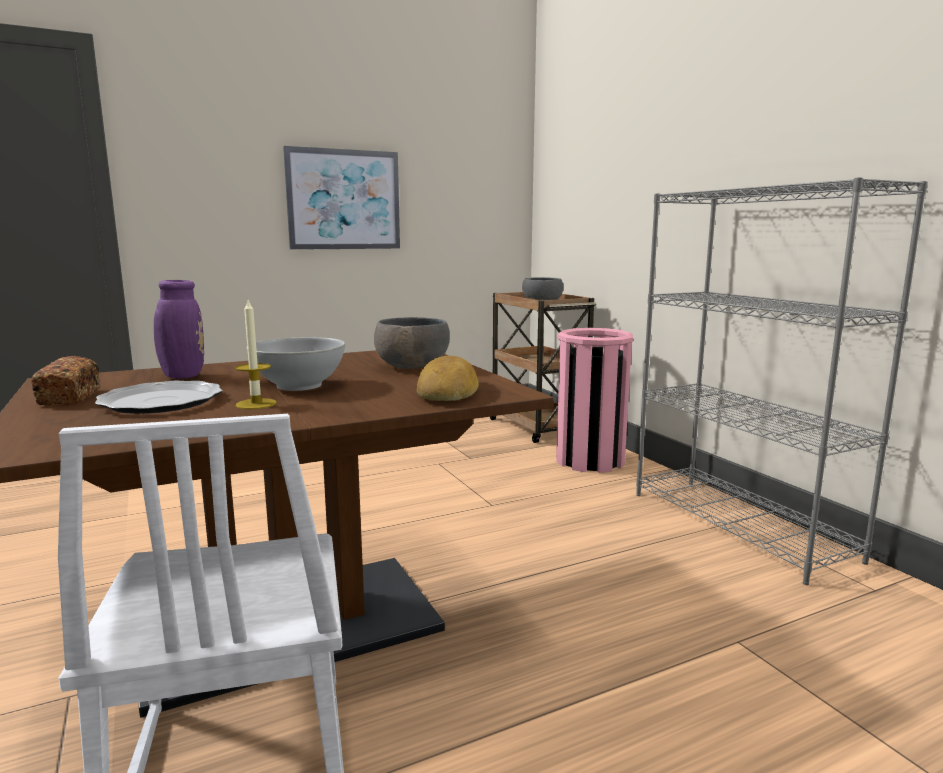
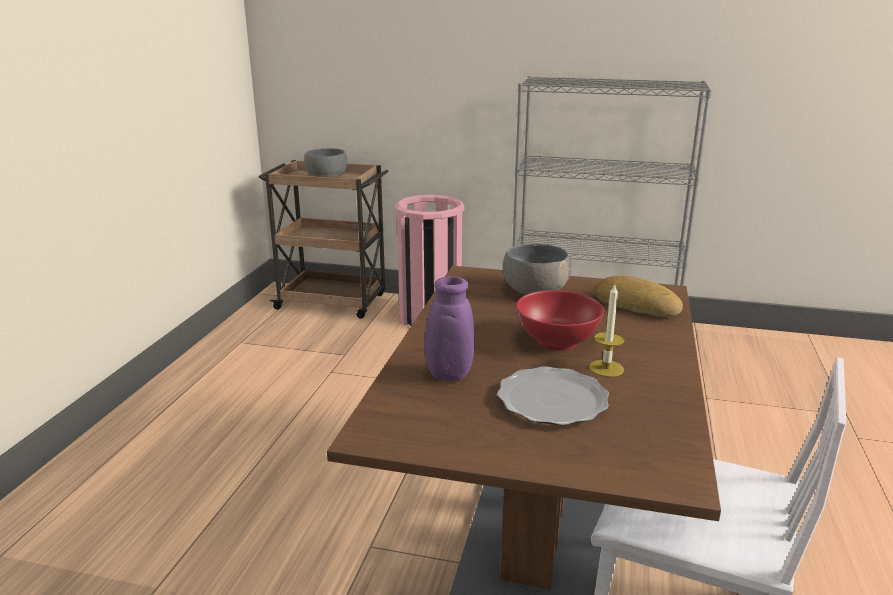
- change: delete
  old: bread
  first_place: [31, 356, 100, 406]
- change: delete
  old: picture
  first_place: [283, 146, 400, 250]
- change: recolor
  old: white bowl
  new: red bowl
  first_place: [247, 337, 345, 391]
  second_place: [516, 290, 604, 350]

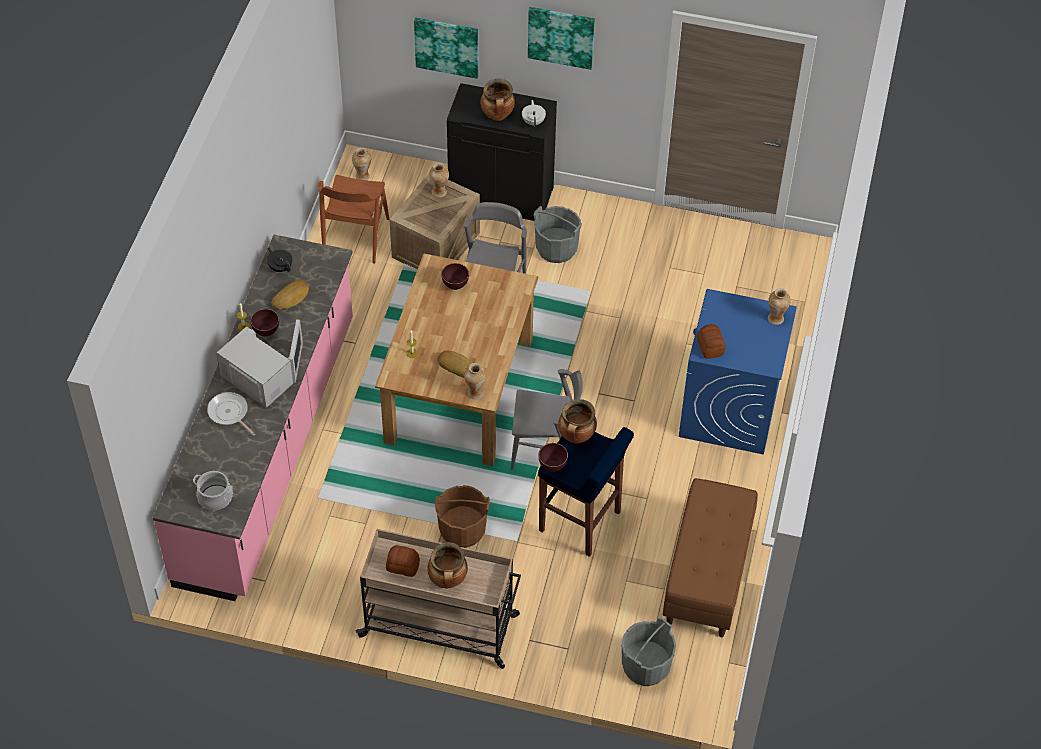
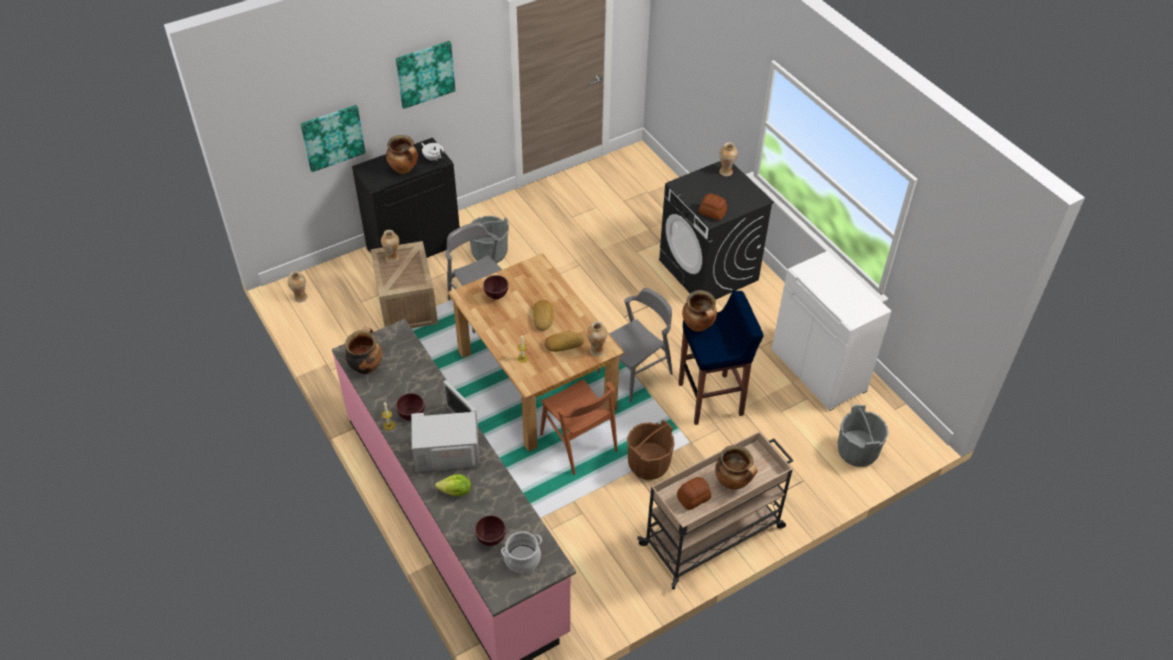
- change: move
  old: bread
  first_place: [272, 280, 309, 310]
  second_place: [533, 300, 554, 331]
- change: move
  old: brown chair
  first_place: [318, 175, 389, 264]
  second_place: [540, 379, 618, 475]
- change: move
  old: brown bowl
  first_place: [539, 443, 568, 472]
  second_place: [475, 515, 506, 546]
- change: replace
  old: frying pan
  new: lettuce
  first_place: [207, 392, 255, 436]
  second_place: [435, 474, 471, 496]
- change: replace
  old: black teapot
  new: cooking pot
  first_place: [267, 248, 292, 272]
  second_place: [345, 327, 382, 374]
- change: replace
  old: brown bench
  new: white cabinet
  first_place: [663, 478, 758, 637]
  second_place: [772, 251, 891, 411]
- change: recolor
  old: blue washing machine
  new: black washing machine
  first_place: [679, 289, 797, 455]
  second_place: [659, 161, 774, 300]

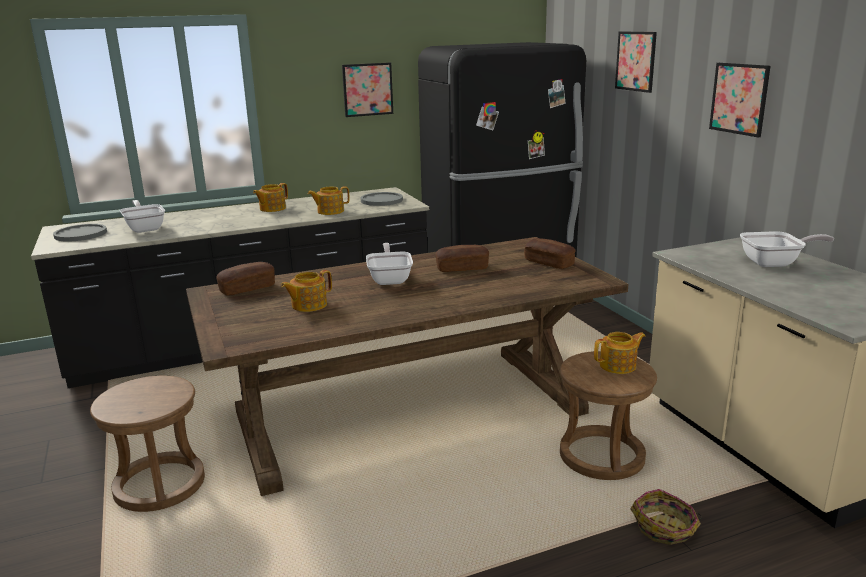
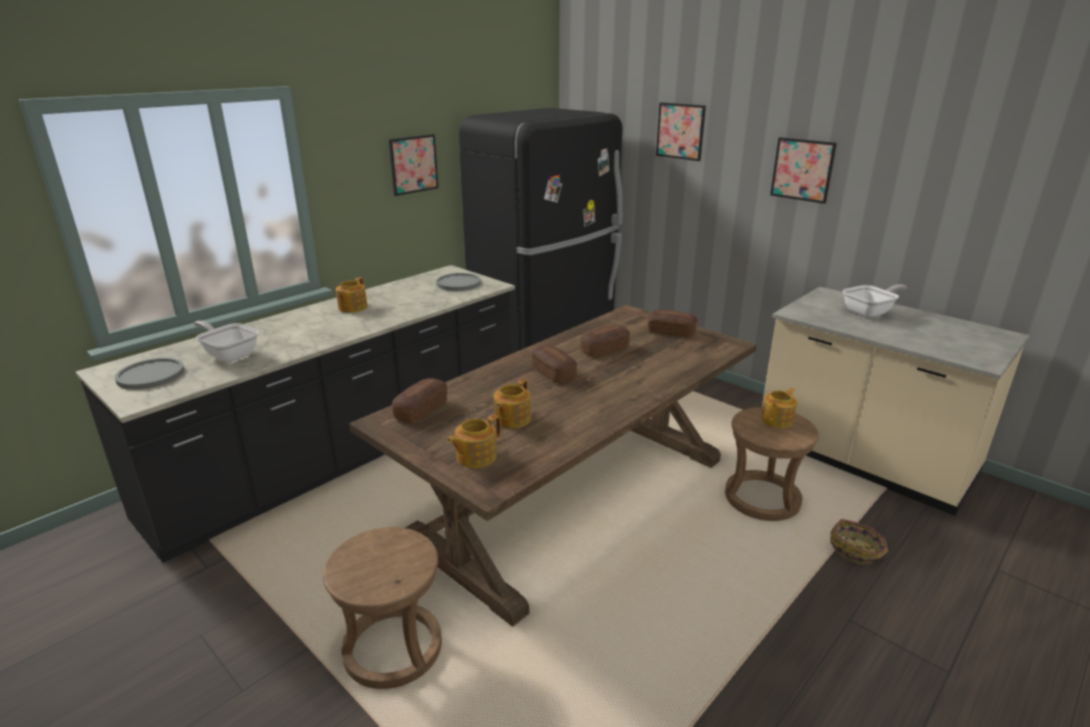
- change: move
  old: teapot
  first_place: [308, 186, 350, 215]
  second_place: [447, 415, 501, 468]
- change: replace
  old: frying pan
  new: bread
  first_place: [366, 243, 413, 285]
  second_place: [531, 345, 577, 383]

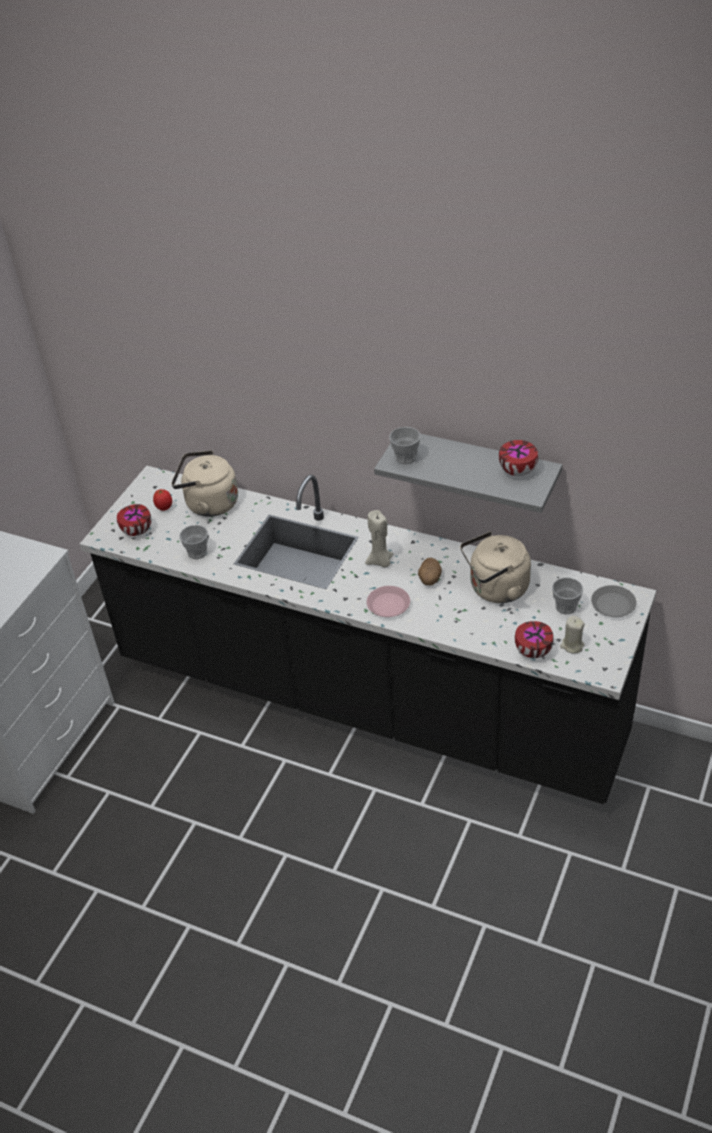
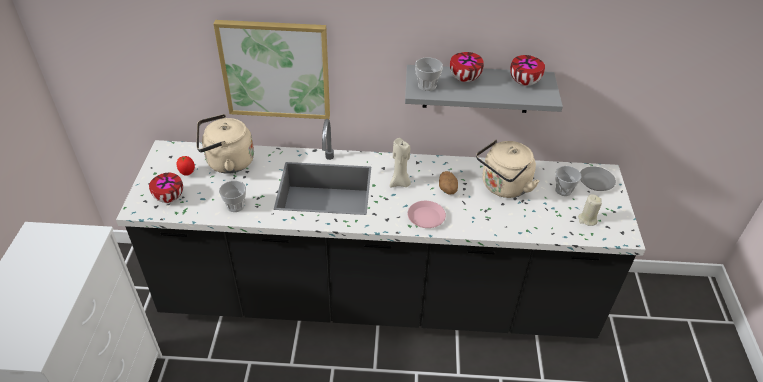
- change: insert
  new: picture
  second_place: [213, 20, 330, 119]
- change: move
  old: bowl
  first_place: [515, 621, 554, 658]
  second_place: [450, 52, 484, 82]

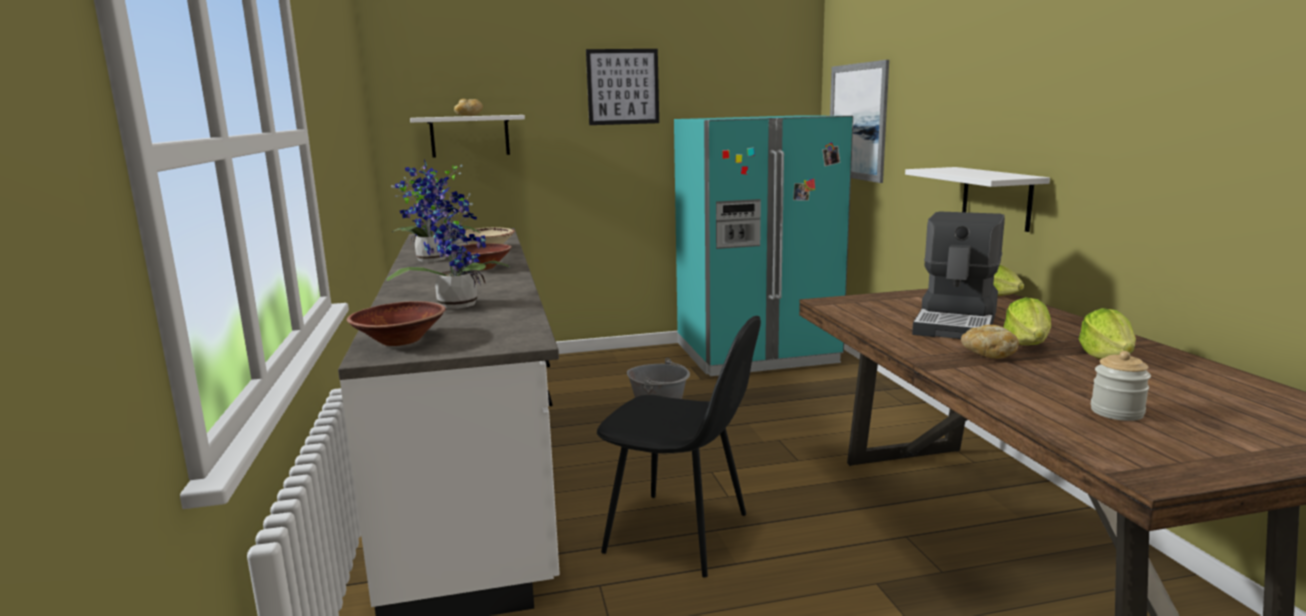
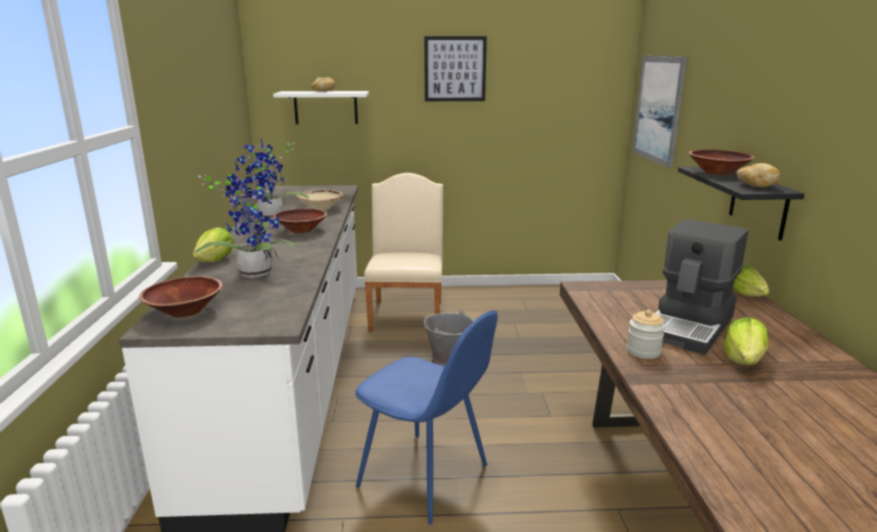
- change: delete
  old: turquoise fridge
  first_place: [674, 115, 853, 376]
- change: insert
  new: beige chair
  second_place: [364, 173, 443, 332]
- change: insert
  new: brown bowl
  second_place: [689, 150, 755, 175]
- change: move
  old: bread
  first_place: [961, 325, 1019, 359]
  second_place: [737, 163, 781, 187]
- change: move
  old: lettuce
  first_place: [1078, 308, 1136, 359]
  second_place: [192, 227, 234, 263]
- change: move
  old: jar
  first_place: [1091, 351, 1151, 421]
  second_place: [627, 310, 665, 359]
- change: recolor
  old: black chair
  new: blue chair
  first_place: [597, 316, 761, 577]
  second_place: [355, 311, 498, 525]
- change: recolor
  old: white shelf
  new: black shelf
  first_place: [905, 167, 1050, 232]
  second_place: [678, 167, 805, 241]

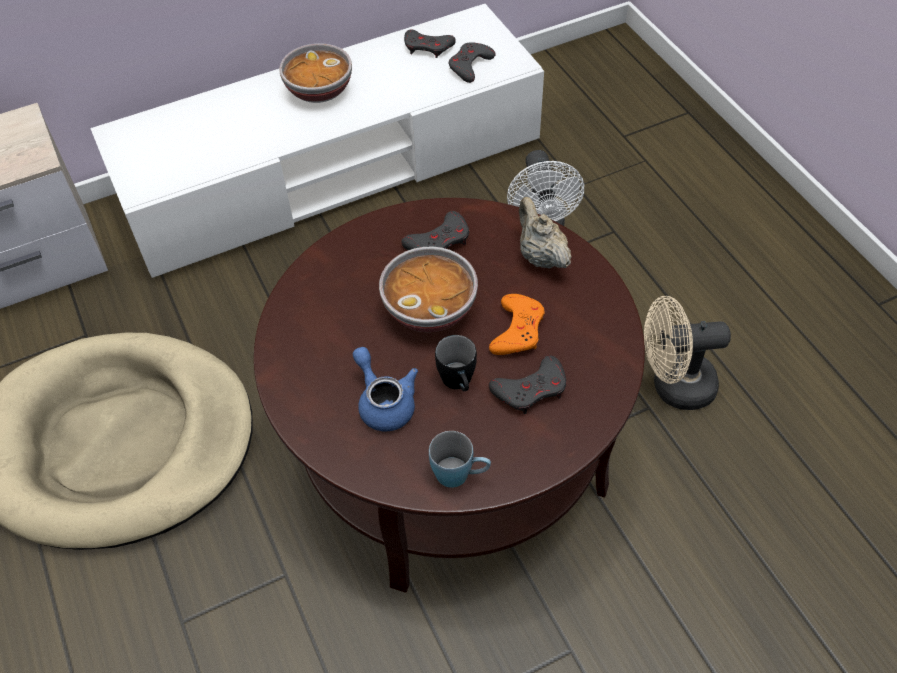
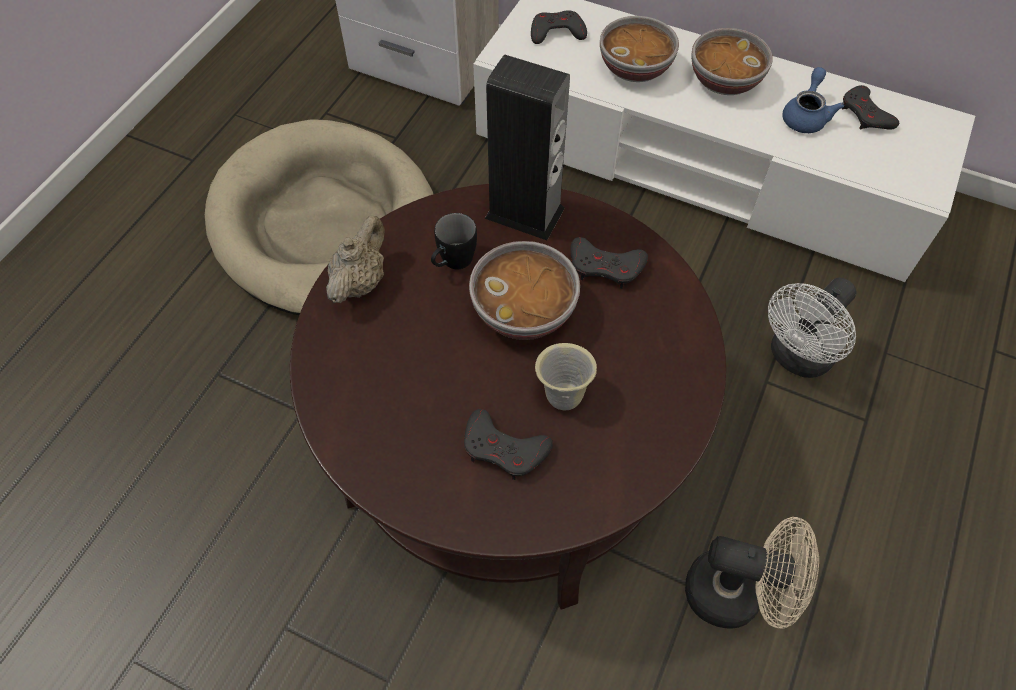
- change: delete
  old: blue mug
  first_place: [429, 431, 491, 488]
- change: insert
  new: speaker
  second_place: [485, 55, 570, 240]
- change: insert
  new: bowl
  second_place: [600, 16, 679, 82]
- change: move
  old: blue teapot
  first_place: [353, 347, 418, 431]
  second_place: [782, 67, 844, 133]
- change: move
  old: black mug
  first_place: [435, 335, 477, 392]
  second_place: [431, 213, 477, 269]
- change: move
  old: grey game controller
  first_place: [449, 42, 496, 83]
  second_place: [531, 10, 587, 44]
- change: move
  old: beige teapot
  first_place: [519, 197, 572, 269]
  second_place: [326, 216, 385, 303]
- change: replace
  old: orange game controller
  new: beige mug
  first_place: [489, 294, 545, 355]
  second_place: [535, 343, 597, 411]
- change: rotate
  old: beige fan
  first_place: [644, 296, 731, 410]
  second_place: [685, 517, 819, 629]
  degrees: 150

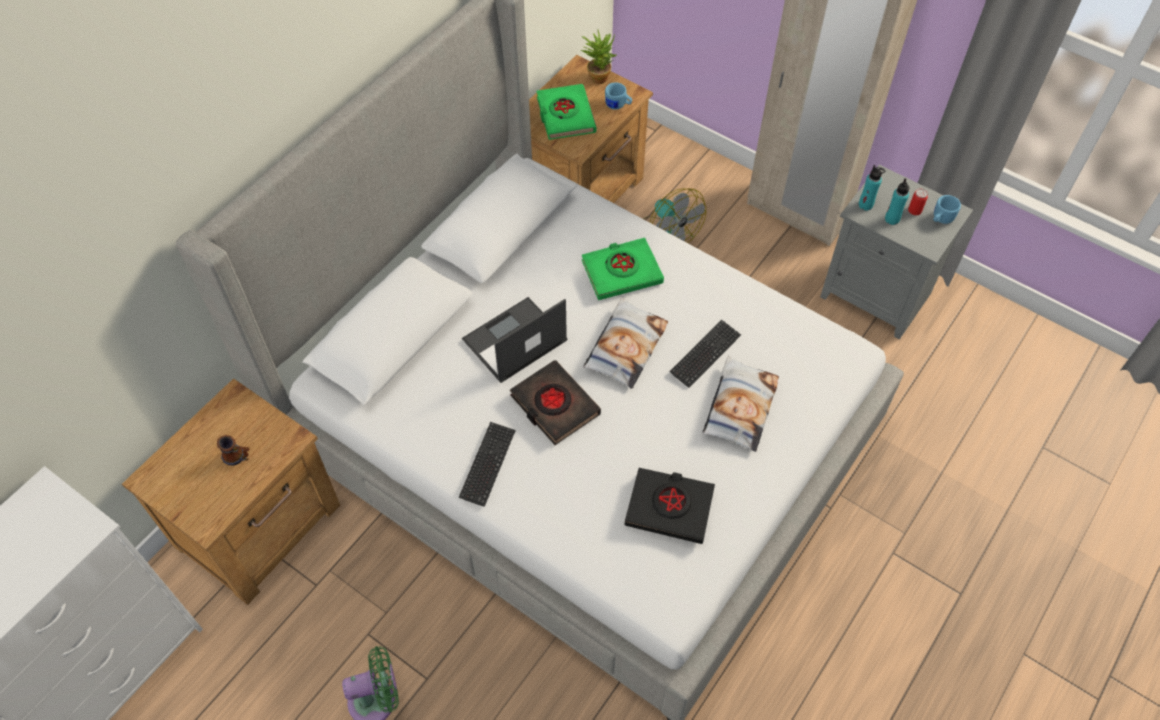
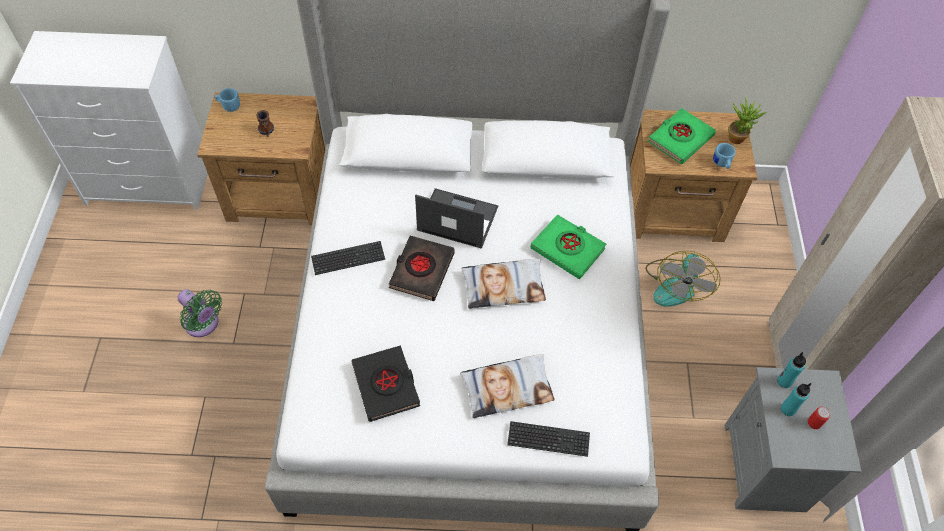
- change: move
  old: keyboard
  first_place: [669, 320, 741, 388]
  second_place: [507, 421, 590, 457]
- change: move
  old: blue mug
  first_place: [933, 195, 961, 224]
  second_place: [215, 88, 240, 112]

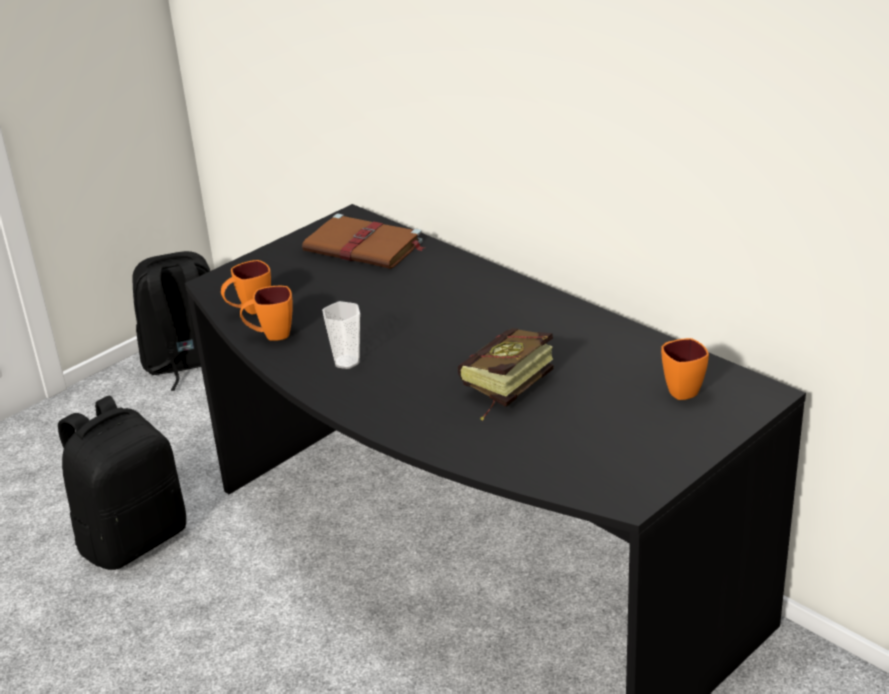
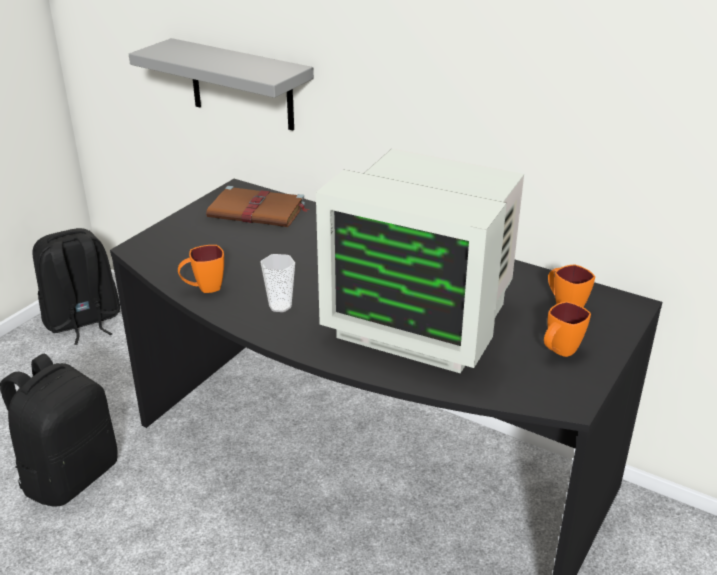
- change: insert
  new: grey shelf
  second_place: [129, 38, 314, 130]
- change: move
  old: orange mug
  first_place: [221, 260, 271, 315]
  second_place: [544, 301, 591, 357]
- change: replace
  old: book
  new: monitor
  first_place: [458, 328, 554, 420]
  second_place: [316, 149, 524, 373]

